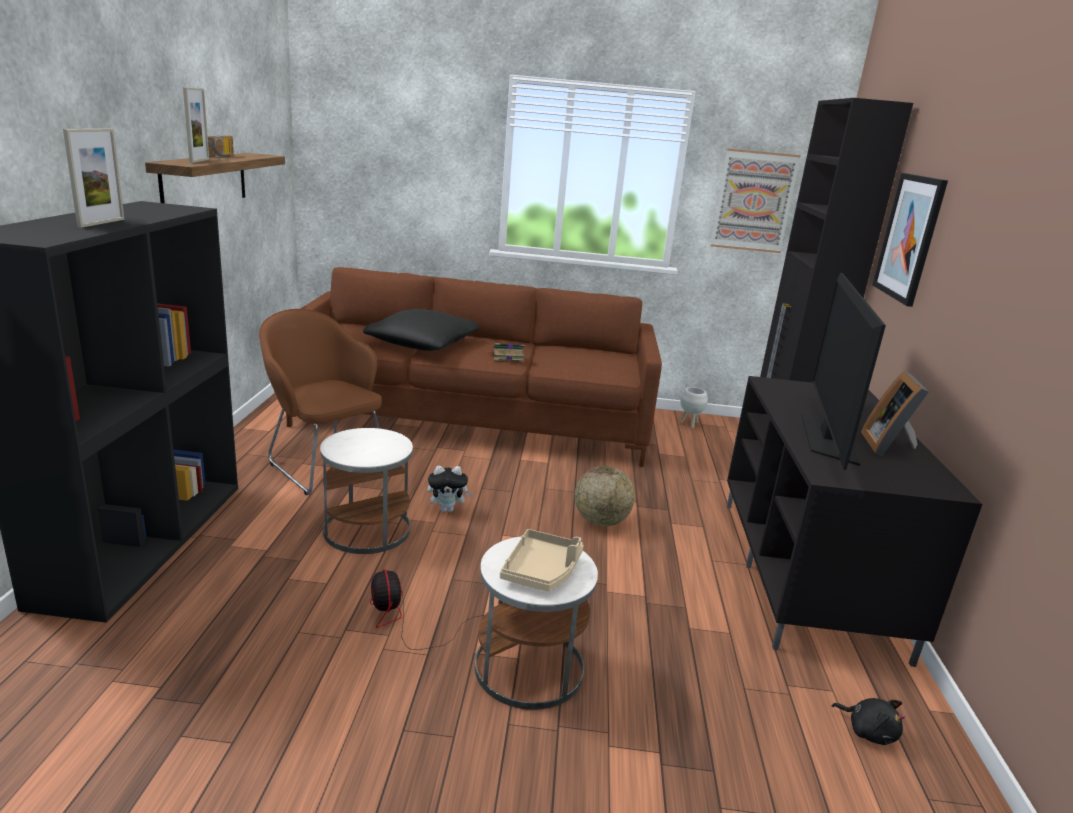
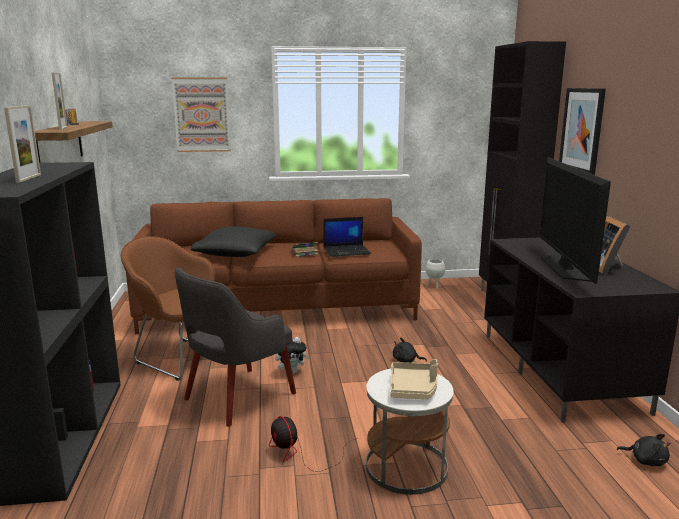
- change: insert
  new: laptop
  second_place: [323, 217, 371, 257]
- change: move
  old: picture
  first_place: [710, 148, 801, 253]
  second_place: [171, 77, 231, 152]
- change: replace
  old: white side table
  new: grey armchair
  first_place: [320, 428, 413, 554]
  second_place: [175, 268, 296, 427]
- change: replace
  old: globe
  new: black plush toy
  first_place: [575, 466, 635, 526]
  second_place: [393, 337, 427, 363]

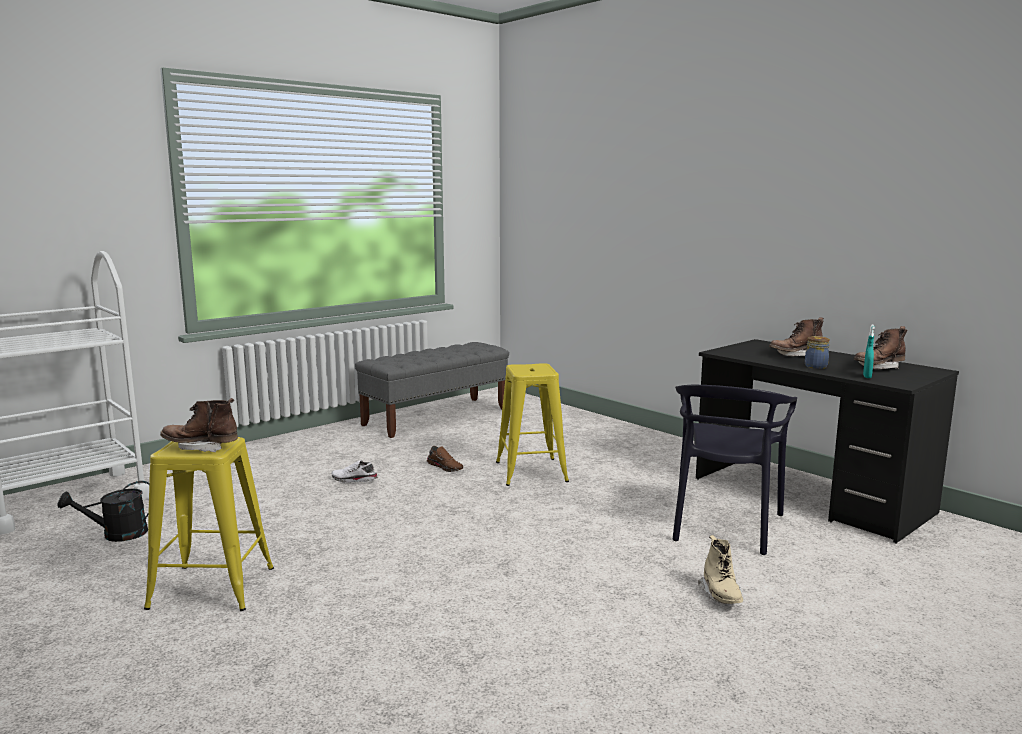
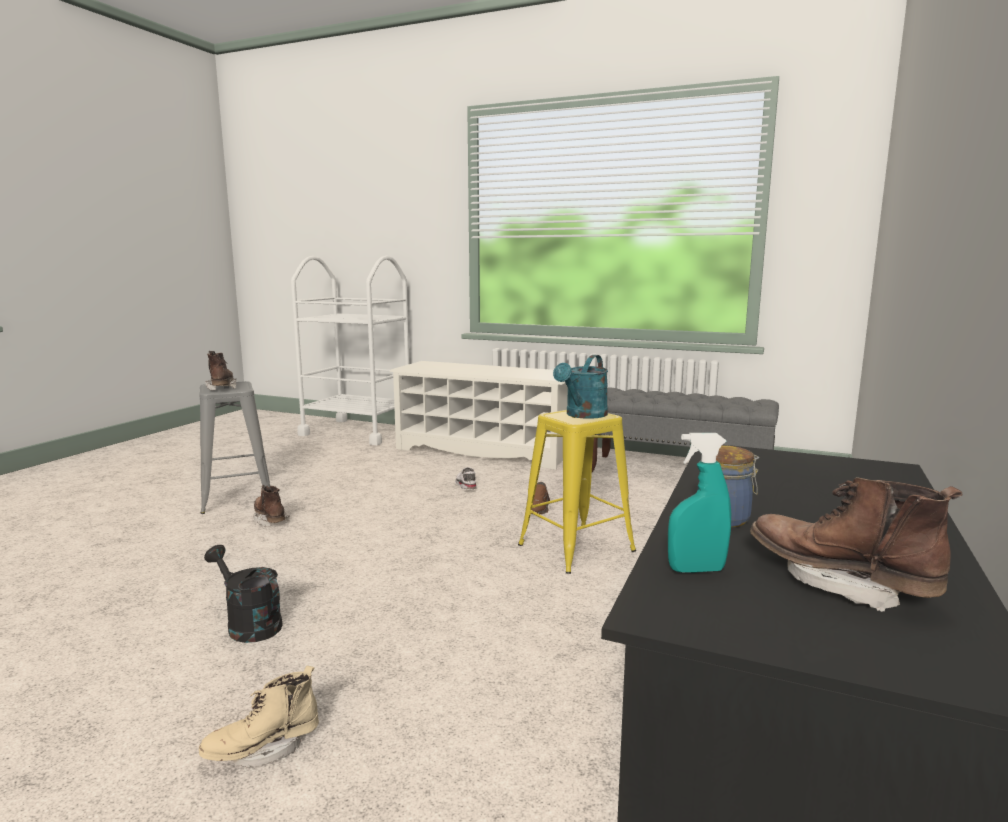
- change: delete
  old: black chair
  first_place: [673, 385, 797, 555]
- change: insert
  new: white shoe rack
  second_place: [389, 361, 568, 470]
- change: insert
  new: turquoise watering can
  second_place: [553, 355, 608, 419]
- change: move
  old: black watering can
  first_place: [57, 481, 149, 542]
  second_place: [204, 545, 283, 643]
- change: move
  old: brown boot
  first_place: [769, 317, 824, 357]
  second_place: [253, 485, 290, 527]
- change: recolor
  old: yellow stool
  new: grey stool
  first_place: [144, 437, 274, 611]
  second_place: [199, 381, 270, 514]

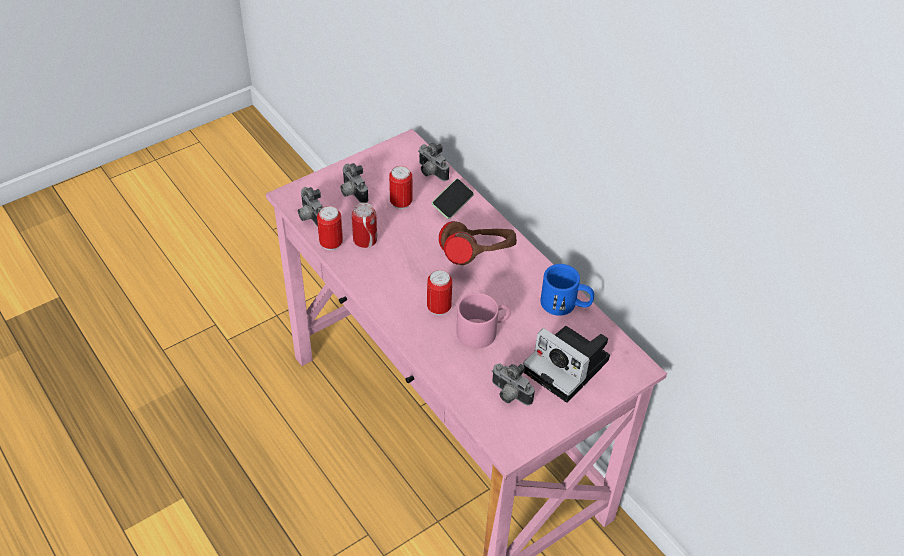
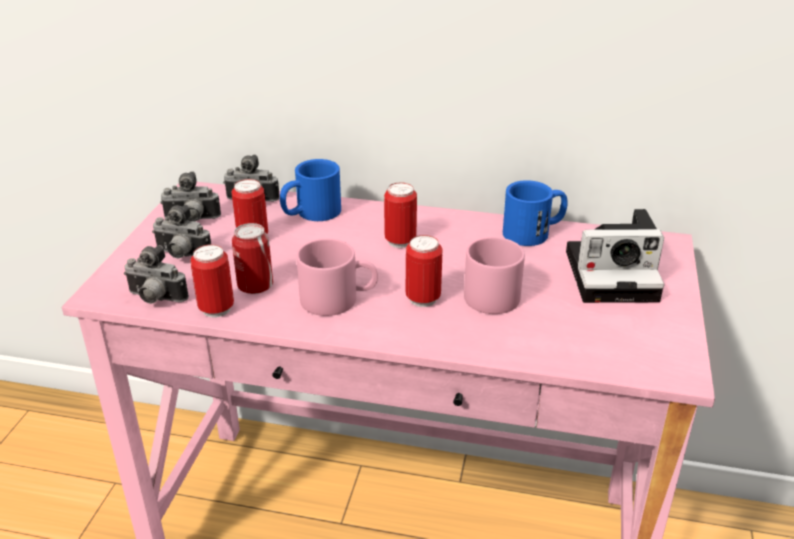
- change: insert
  new: pink mug
  second_place: [297, 239, 378, 316]
- change: move
  old: photo camera
  first_place: [492, 363, 535, 405]
  second_place: [160, 171, 221, 222]
- change: replace
  old: phone
  new: blue mug
  first_place: [432, 179, 474, 219]
  second_place: [280, 159, 341, 221]
- change: replace
  old: brown headphones
  new: can
  first_place: [439, 221, 517, 265]
  second_place: [384, 183, 417, 248]

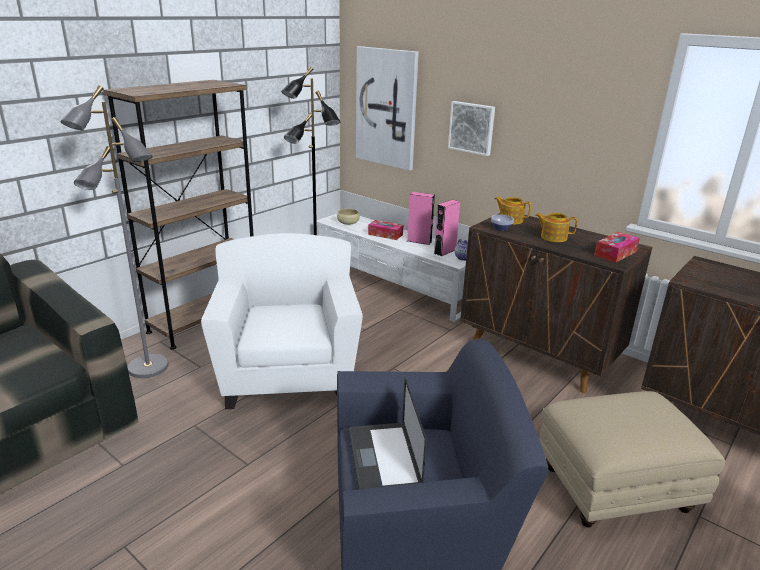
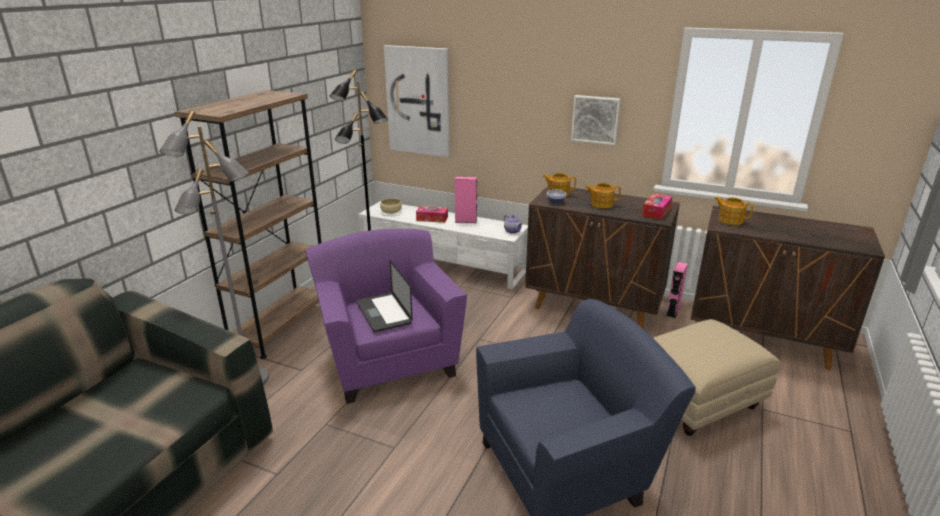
- change: insert
  new: teapot
  second_place: [715, 196, 753, 225]
- change: move
  old: laptop
  first_place: [349, 379, 427, 489]
  second_place: [356, 260, 413, 332]
- change: move
  old: pink speaker
  first_place: [434, 200, 460, 256]
  second_place: [666, 262, 688, 319]
- change: move
  old: picture
  first_place: [448, 101, 495, 156]
  second_place: [571, 95, 621, 145]
- change: recolor
  old: white armchair
  new: purple armchair
  first_place: [201, 233, 363, 409]
  second_place: [306, 229, 467, 404]

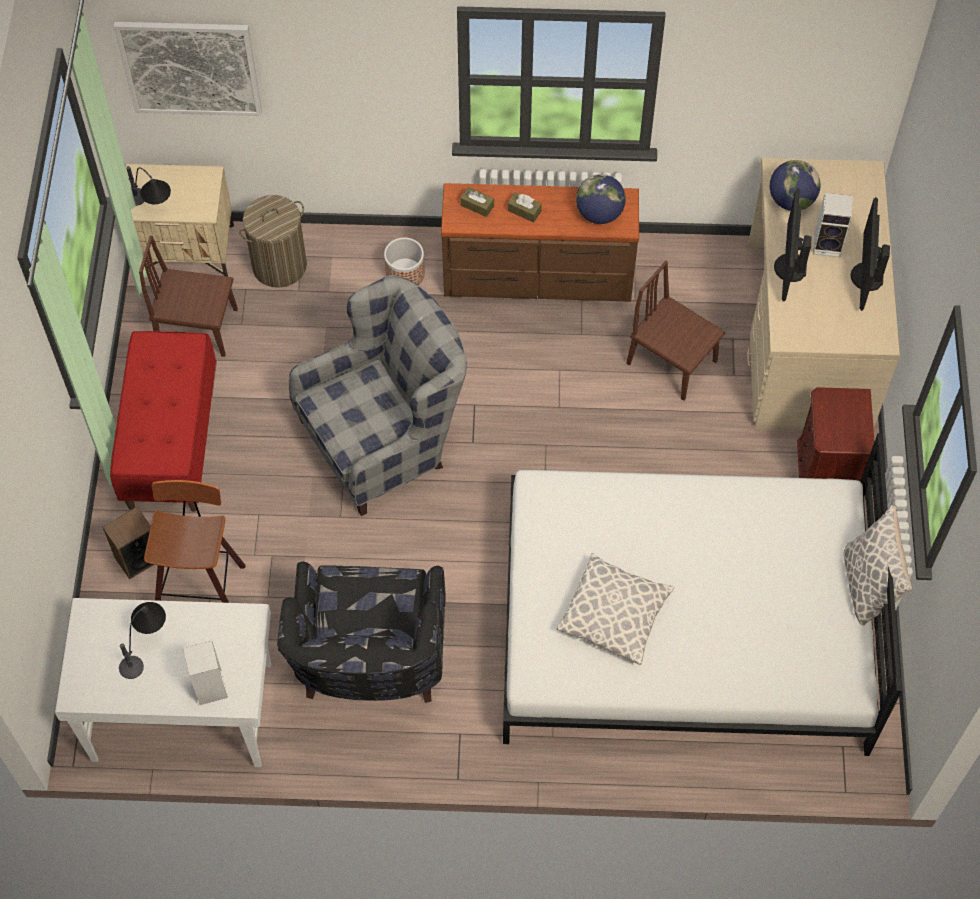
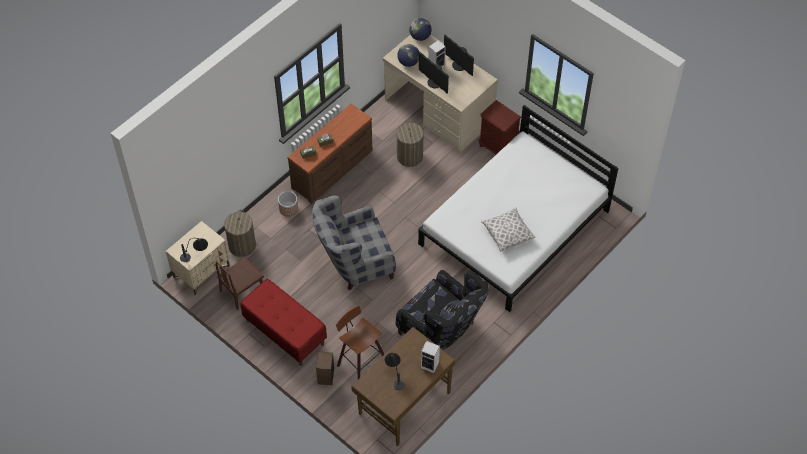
- change: delete
  old: picture
  first_place: [114, 22, 262, 116]
- change: delete
  old: pillow
  first_place: [844, 505, 912, 625]
- change: move
  old: globe
  first_place: [576, 174, 626, 224]
  second_place: [409, 18, 432, 41]
- change: replace
  old: brown chair
  new: laundry basket
  first_place: [626, 261, 725, 401]
  second_place: [396, 121, 424, 167]
- change: recolor
  old: white desk
  new: brown desk
  first_place: [55, 598, 271, 767]
  second_place: [351, 327, 455, 446]
- change: rotate
  old: grey armchair
  first_place: [289, 275, 467, 516]
  second_place: [312, 195, 396, 291]
  degrees: -120

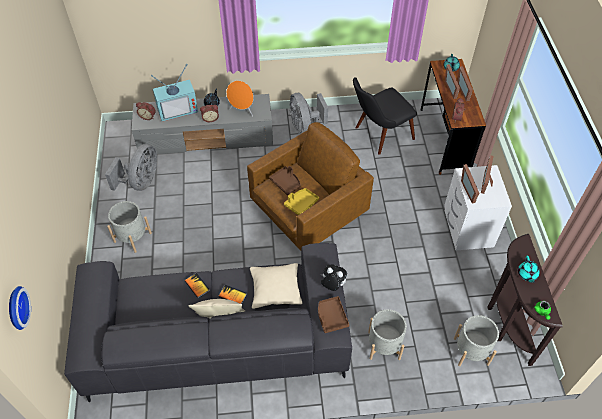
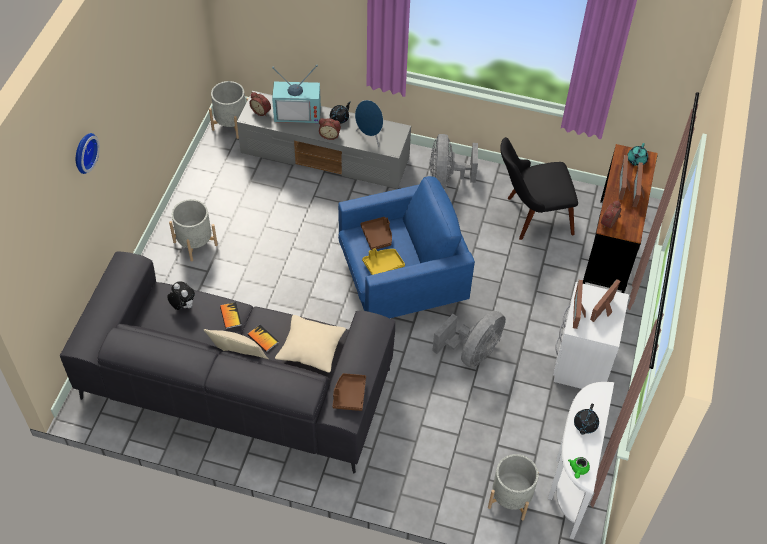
- change: move
  old: wall clock
  first_place: [9, 286, 31, 330]
  second_place: [76, 133, 100, 174]
- change: move
  old: grey fan
  first_place: [105, 144, 157, 191]
  second_place: [432, 311, 506, 368]
- change: move
  old: plush toy
  first_place: [321, 265, 347, 291]
  second_place: [167, 281, 195, 310]
- change: move
  old: grey planter
  first_place: [368, 309, 407, 360]
  second_place: [209, 81, 249, 139]
- change: recolor
  old: orange speaker
  new: blue speaker
  first_place: [226, 81, 254, 117]
  second_place: [355, 100, 383, 147]
- change: recolor
  old: brown armchair
  new: blue armchair
  first_place: [247, 122, 374, 251]
  second_place: [338, 176, 475, 318]
- change: recolor
  old: brown console table
  new: white console table
  first_place: [488, 234, 563, 366]
  second_place: [548, 382, 614, 539]
- change: recolor
  old: turquoise teapot
  new: black teapot
  first_place: [518, 256, 540, 283]
  second_place: [574, 403, 599, 435]

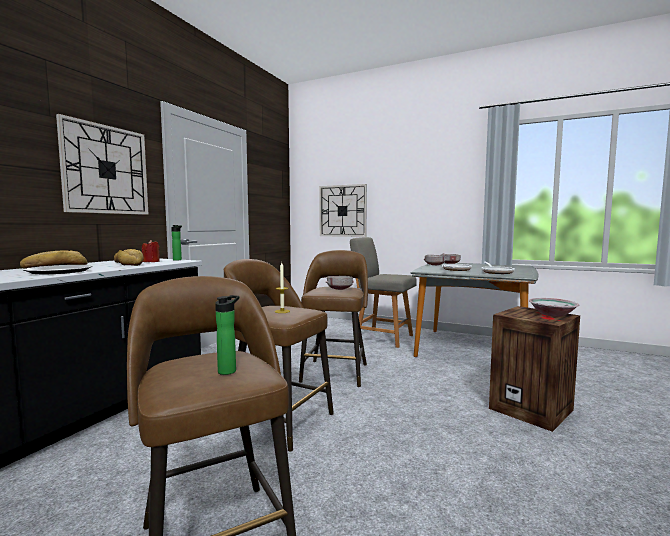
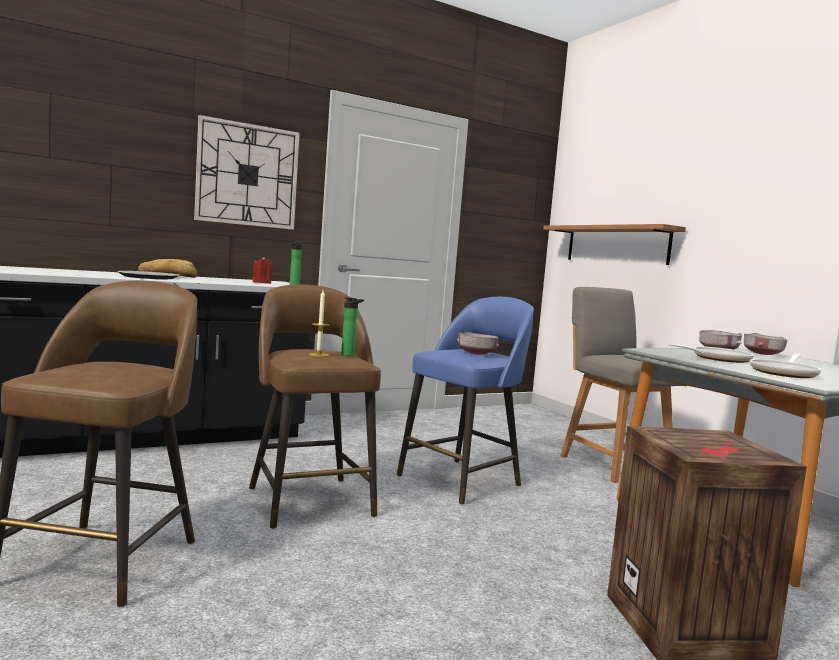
- change: delete
  old: bread
  first_place: [114, 249, 144, 266]
- change: delete
  old: bowl
  first_place: [529, 298, 580, 317]
- change: move
  old: bottle
  first_place: [215, 295, 239, 375]
  second_place: [341, 297, 364, 356]
- change: replace
  old: wall clock
  new: shelf
  first_place: [319, 184, 367, 237]
  second_place: [543, 224, 686, 265]
- change: recolor
  old: brown stool
  new: blue stool
  first_place: [299, 250, 368, 387]
  second_place: [397, 297, 534, 505]

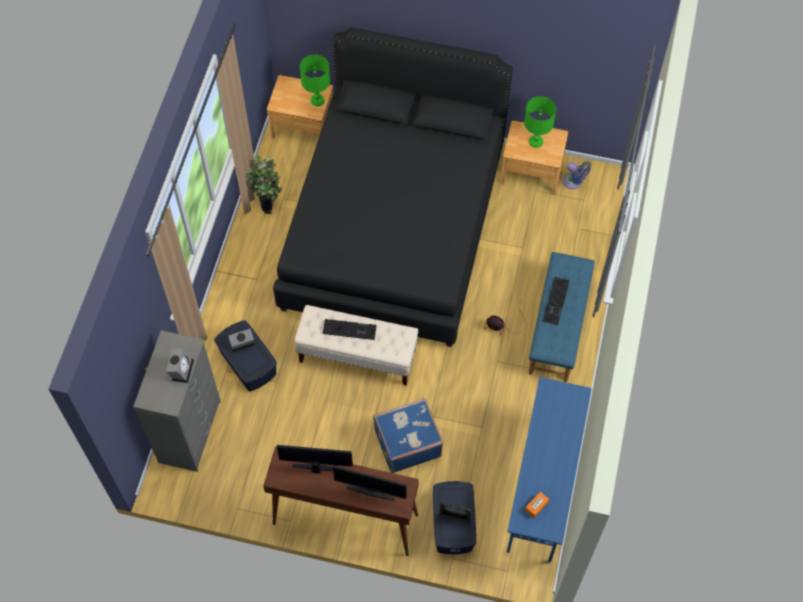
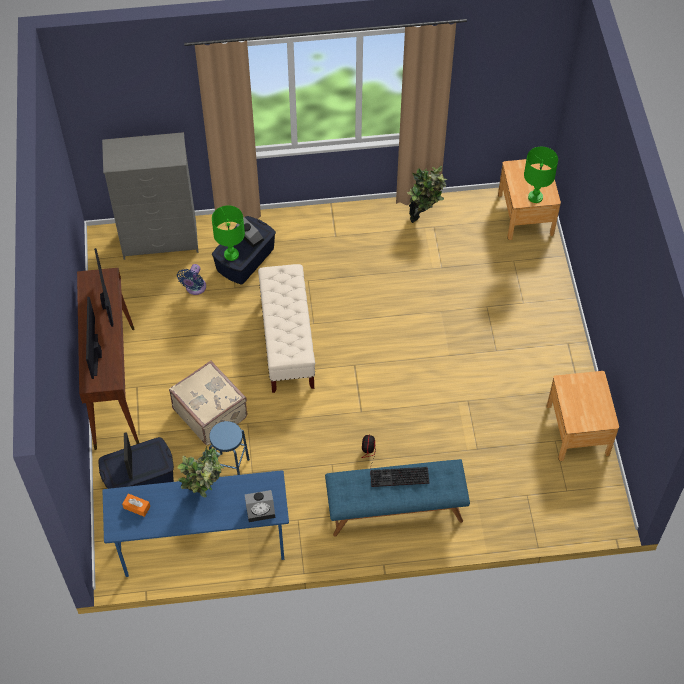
- change: delete
  old: black bed
  first_place: [273, 27, 513, 347]
- change: delete
  old: keyboard
  first_place: [323, 319, 377, 340]
- change: insert
  new: potted plant
  second_place: [177, 447, 224, 497]
- change: insert
  new: blue stool
  second_place: [209, 421, 250, 475]
- change: move
  old: alarm clock
  first_place: [166, 349, 194, 383]
  second_place: [245, 490, 275, 522]
- change: move
  old: green table lamp
  first_place: [524, 96, 556, 148]
  second_place: [212, 205, 245, 261]
- change: move
  old: blue fan
  first_place: [563, 162, 591, 189]
  second_place: [177, 264, 206, 295]
- change: recolor
  old: blue suitcase
  new: beige suitcase
  first_place: [373, 398, 443, 473]
  second_place: [169, 360, 247, 445]

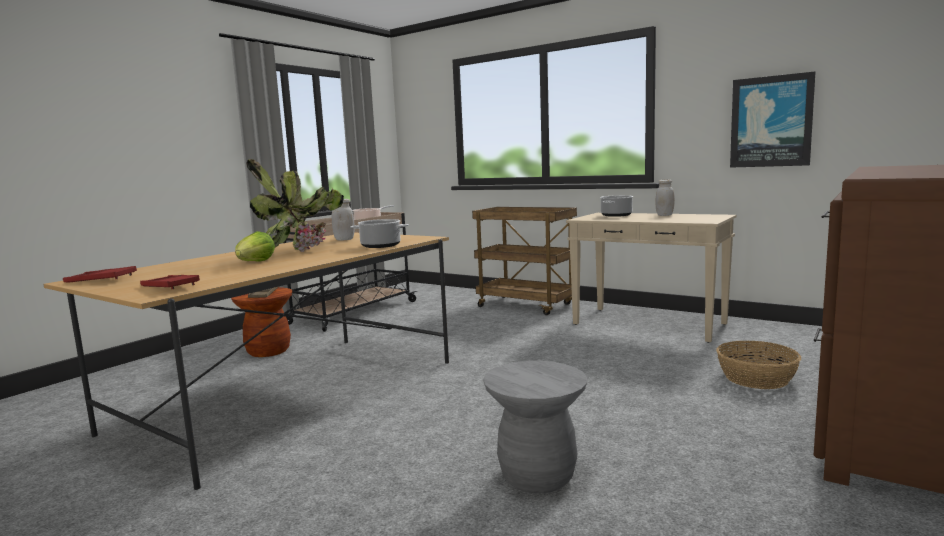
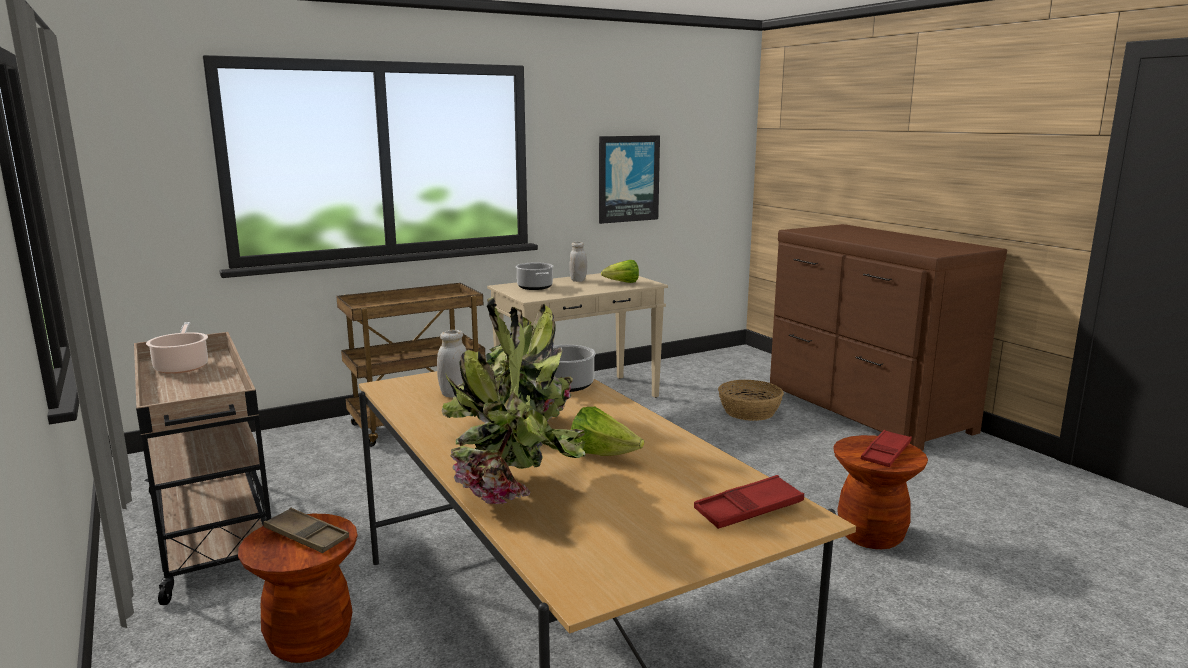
- change: insert
  new: potted plant
  second_place: [445, 306, 586, 504]
- change: insert
  new: lettuce
  second_place: [601, 260, 639, 283]
- change: move
  old: red tray
  first_place: [63, 266, 137, 282]
  second_place: [861, 430, 912, 467]
- change: recolor
  old: grey stool
  new: brown stool
  first_place: [483, 361, 587, 493]
  second_place: [833, 435, 928, 549]

